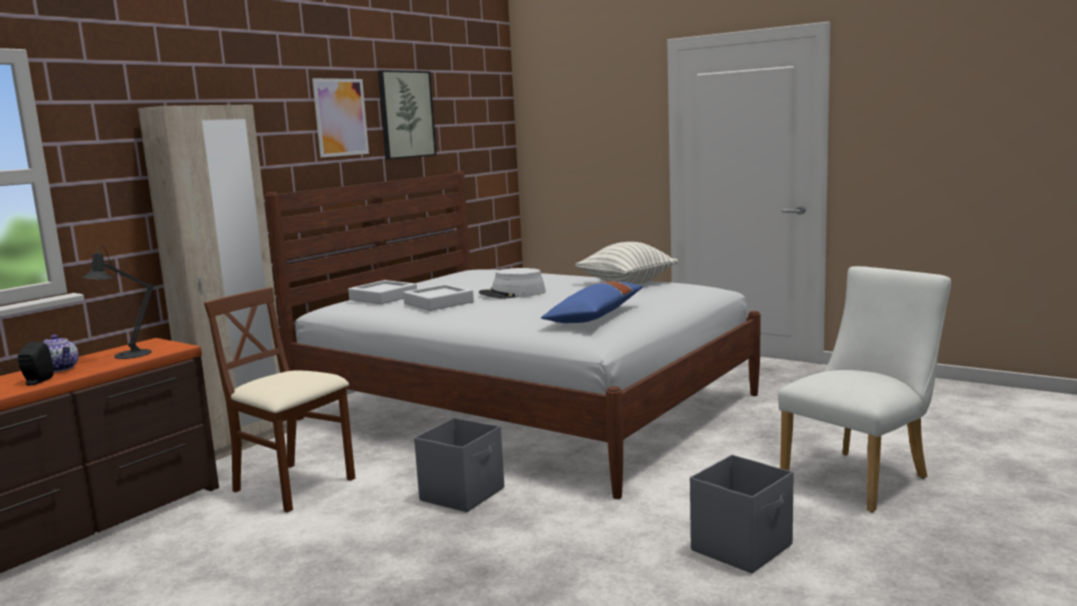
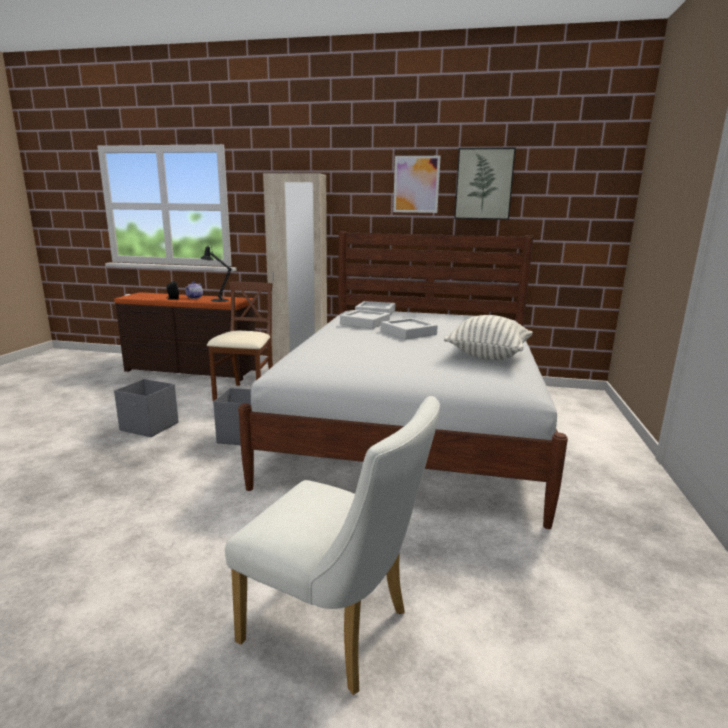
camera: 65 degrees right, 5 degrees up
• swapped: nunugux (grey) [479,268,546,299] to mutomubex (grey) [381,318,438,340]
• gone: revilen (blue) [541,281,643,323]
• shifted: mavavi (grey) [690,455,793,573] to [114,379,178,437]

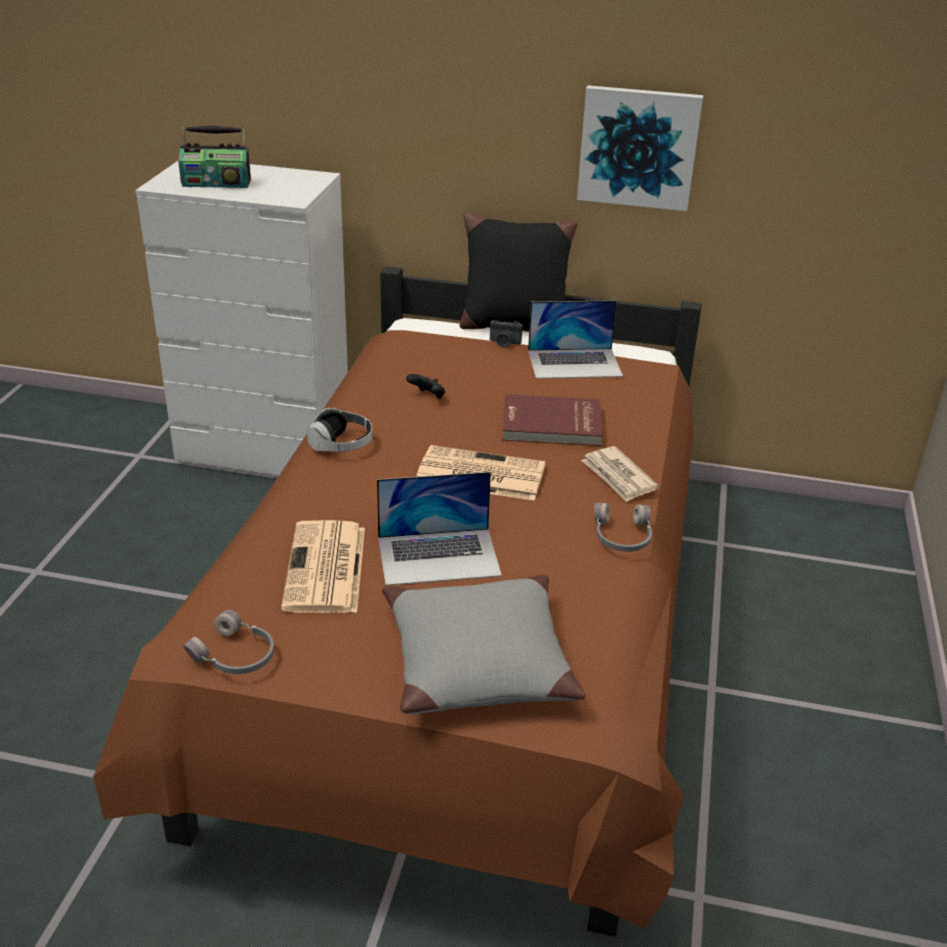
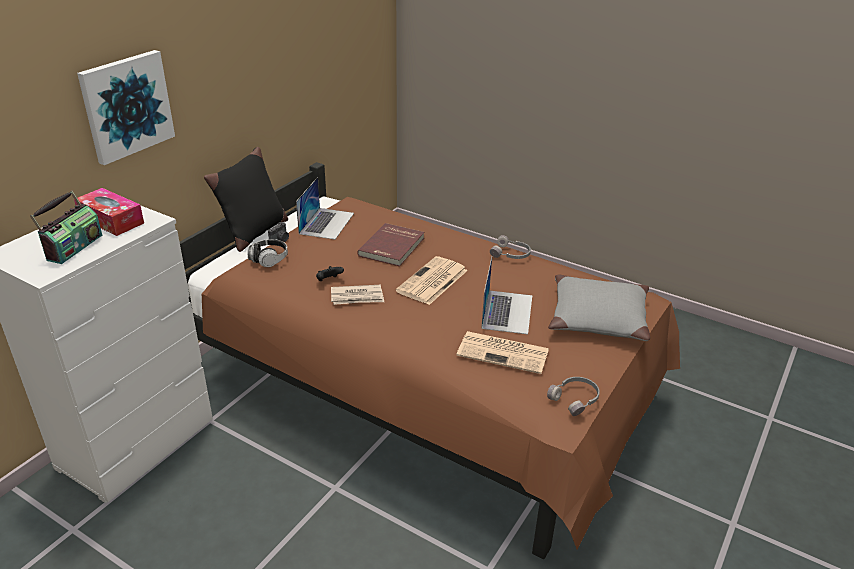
camera: 70 degrees left, 0 degrees up
• shifted: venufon [577,85,703,211] to [77,50,175,165]
• shifted: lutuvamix [306,408,372,452] to [248,239,288,267]
• shifted: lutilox [581,446,659,502] to [331,285,384,305]
• new: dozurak [74,188,144,236]

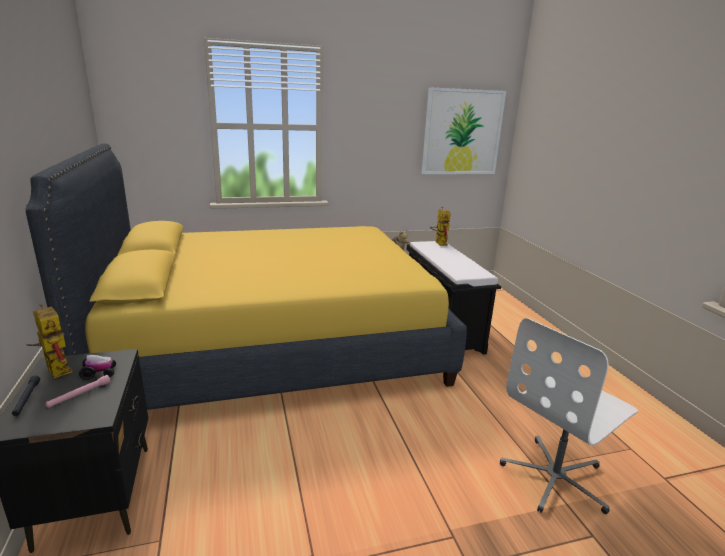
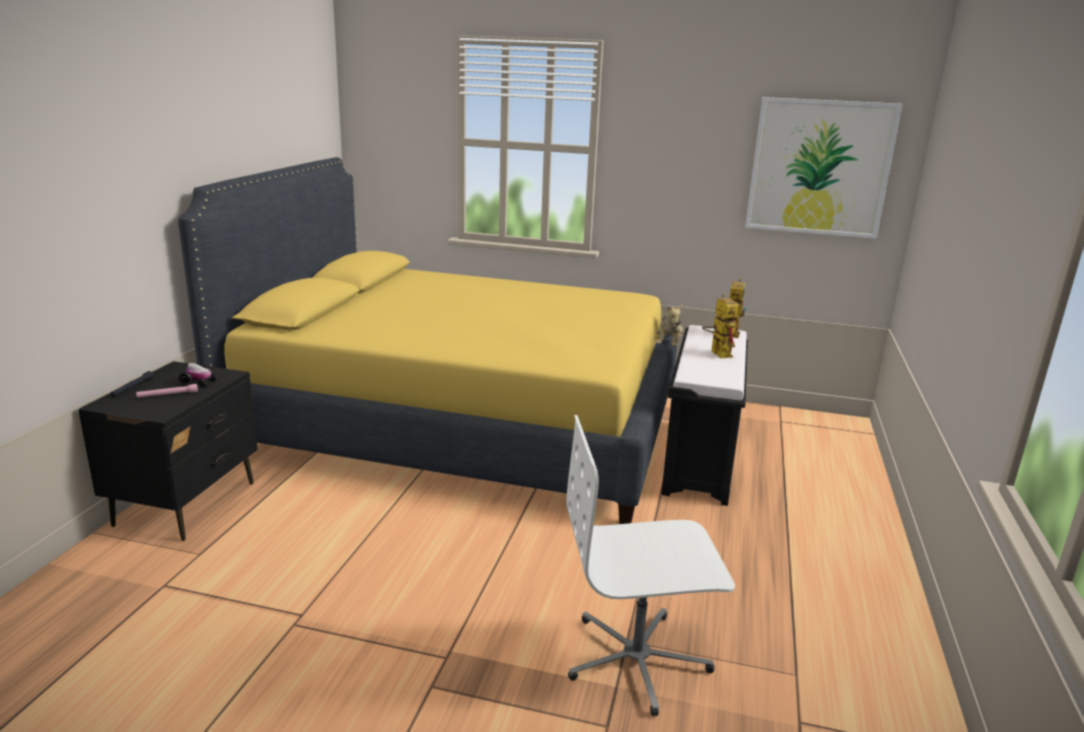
camera: 30 degrees right, 0 degrees up
• shifted: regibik [26,304,73,378] to [702,294,739,358]

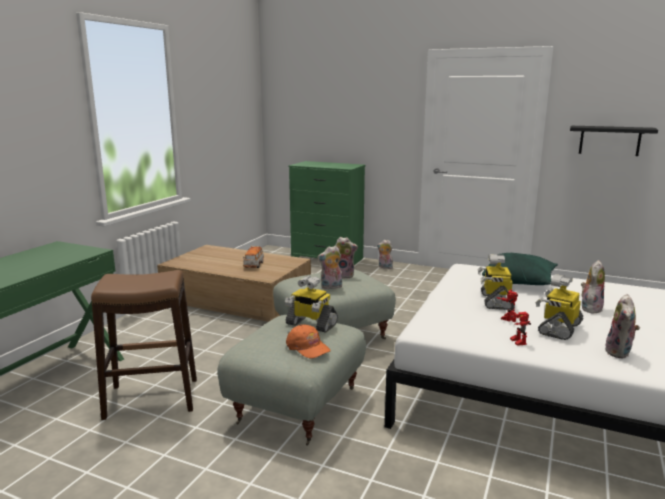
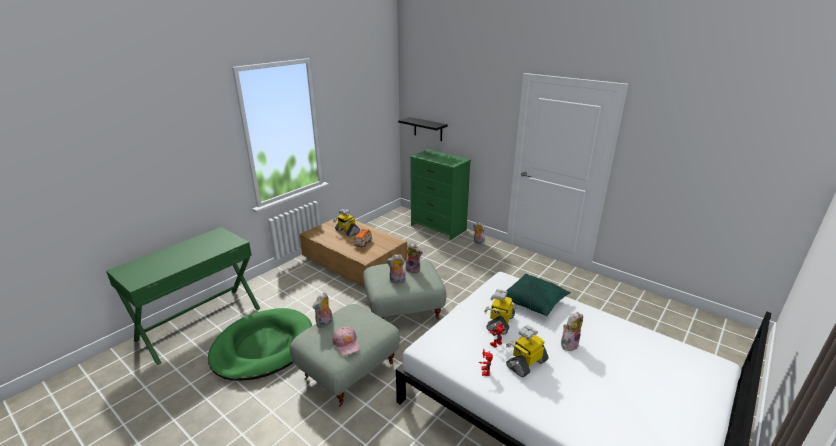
camera: 15 degrees right, 10 degrees up
• shifted: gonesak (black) [570,126,658,156] to [398,117,448,141]
• swapped: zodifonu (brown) [91,270,197,420] to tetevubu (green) [208,308,312,381]
• shifted: regibik [285,276,338,333] to [333,209,360,237]
• shifted: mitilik [605,294,640,359] to [313,292,333,328]
• repainted: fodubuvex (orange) [286,324,331,358] to fodubuvex (pink) [332,327,360,355]

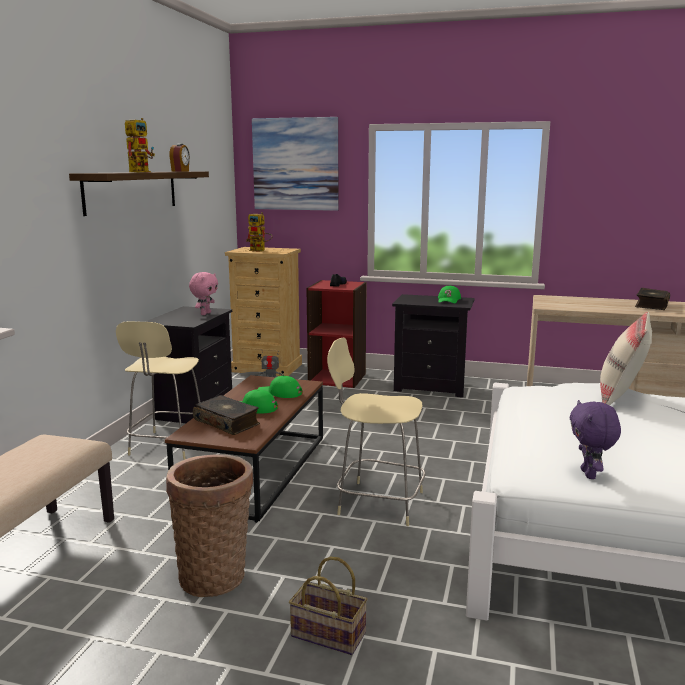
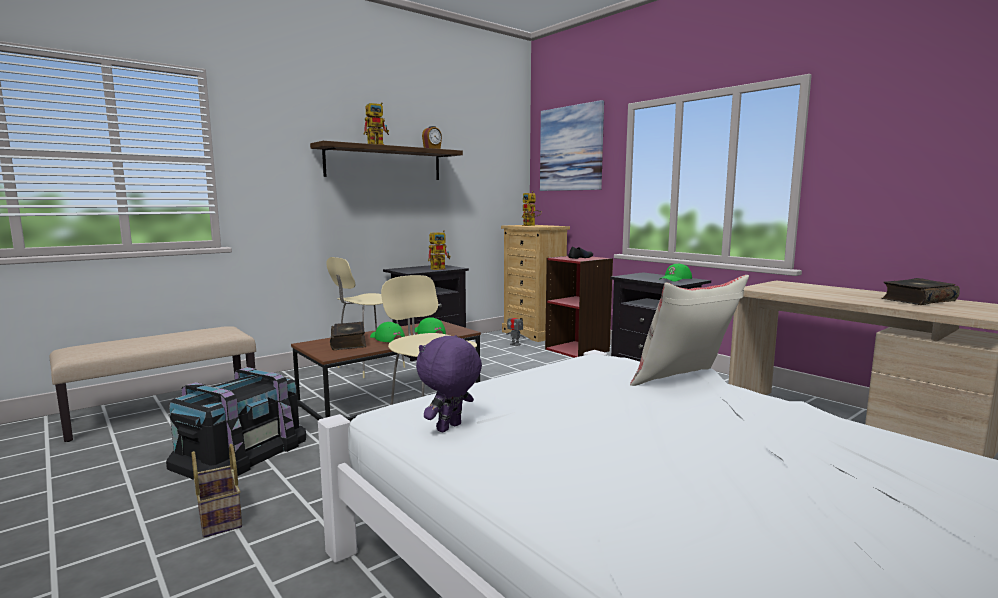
camera: 35 degrees right, 5 degrees down
• swapped: mitilik (pink) [189,272,218,315] to regibik [428,230,450,270]
• swapped: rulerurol [166,454,253,597] to mavavi (black) [166,367,306,480]

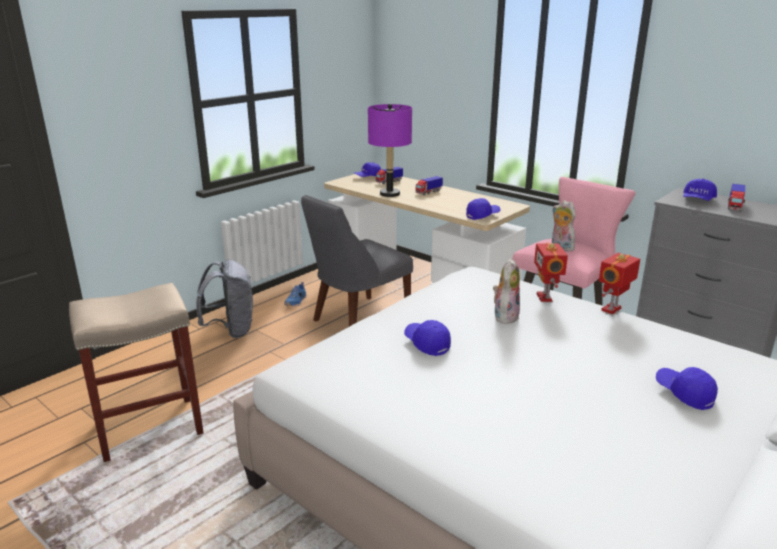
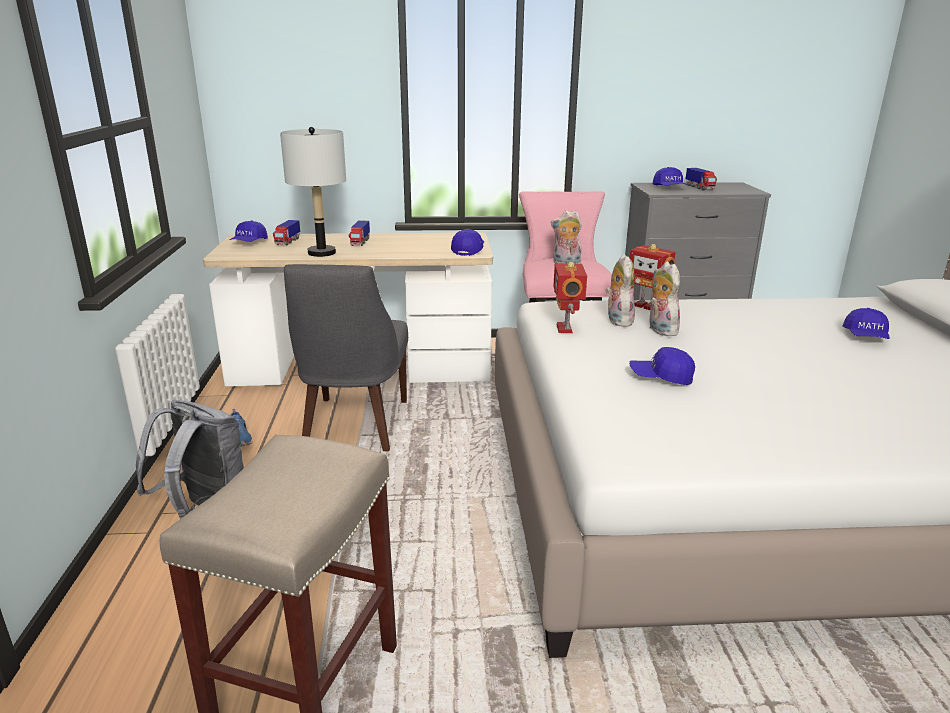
camera: 45 degrees left, 0 degrees up
• repainted: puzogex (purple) [368,104,412,197] to puzogex (grey) [280,127,346,257]
• shifted: regibik [599,253,640,314] to [553,262,587,333]
• rotated: fodubuvex (blue) [656,367,718,410] = [843,308,890,339] 90 degrees counterclockwise
• new: mitilik [606,254,635,327]

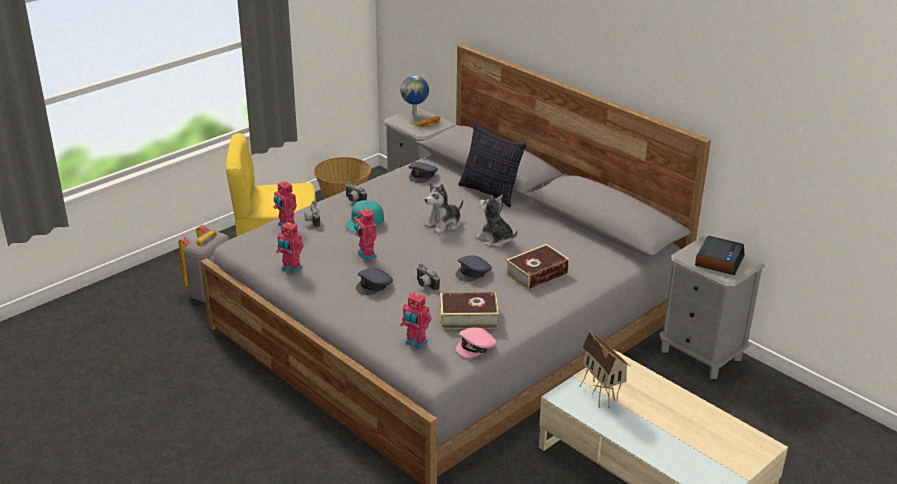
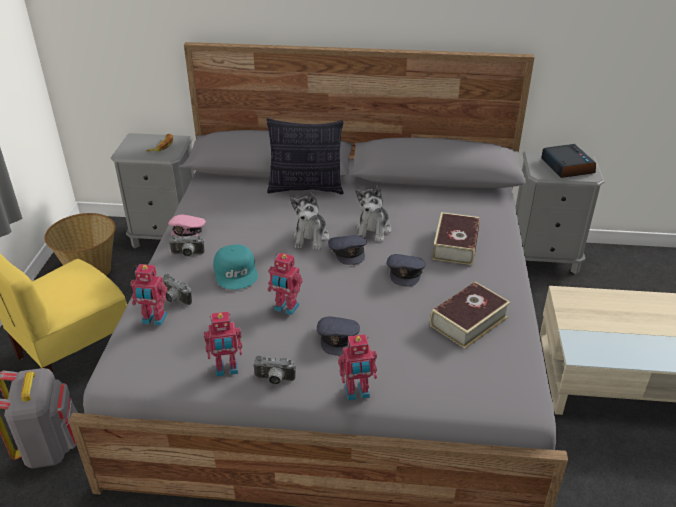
camera: 40 degrees left, 5 degrees up
• gone: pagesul [400,76,429,117]
• shifted: fodubuvex (grey) [409,162,438,183] to [328,235,367,265]
• rotated: mitilik [475,194,518,247] = [355,185,391,242] 75 degrees counterclockwise
• shifted: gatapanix [416,264,440,291] to [253,356,296,385]
• shifted: regibik [401,293,432,349] to [338,334,377,401]
• shifted: fodubuvex (pink) [456,327,496,358] to [168,215,206,237]
• gone: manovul [580,330,630,408]

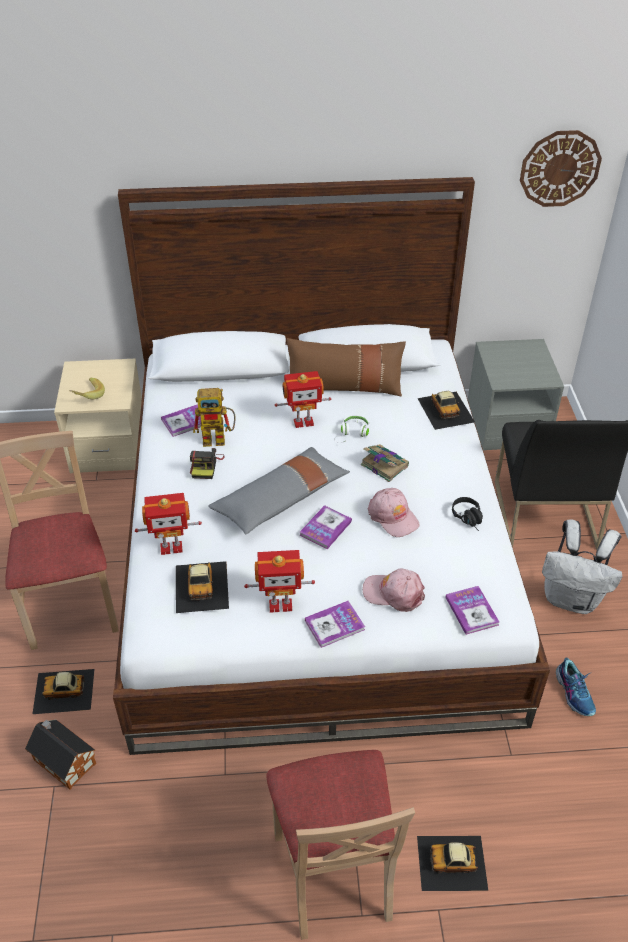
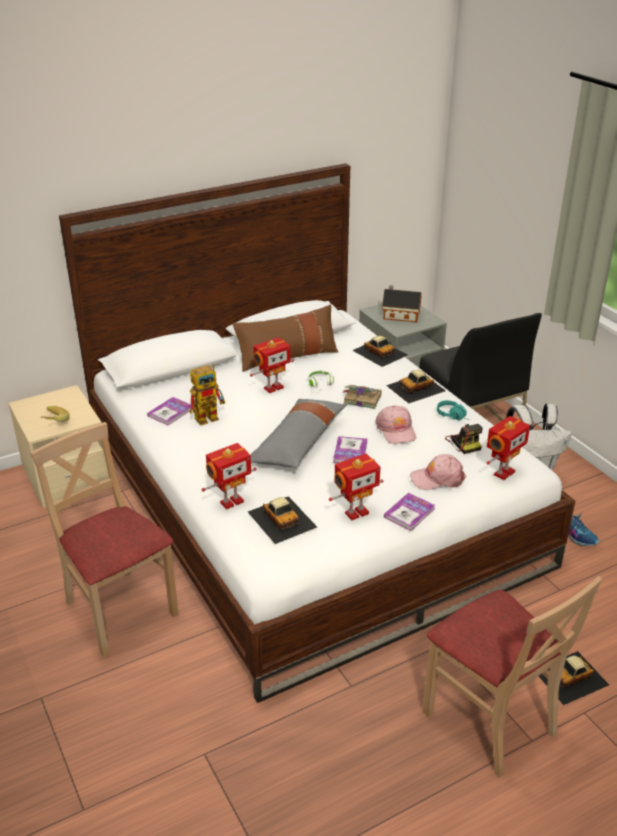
camera: 25 degrees left, 10 degrees down
• gone: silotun [520,130,602,207]
• shifted: gatapanix [190,448,225,479] to [445,424,483,454]
• rotated: fodubuvex (pink) [368,488,419,537] = [376,405,416,444] 45 degrees clockwise
• repainted: lutuvamix (black) [452,497,483,531] to lutuvamix (turquoise) [437,400,469,420]
• swapped: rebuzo [445,586,499,635] to regibik [487,416,530,480]
• shifted: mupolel [32,669,95,714] to [386,370,446,403]
• shifted: manovul [25,720,96,790] to [382,285,422,322]

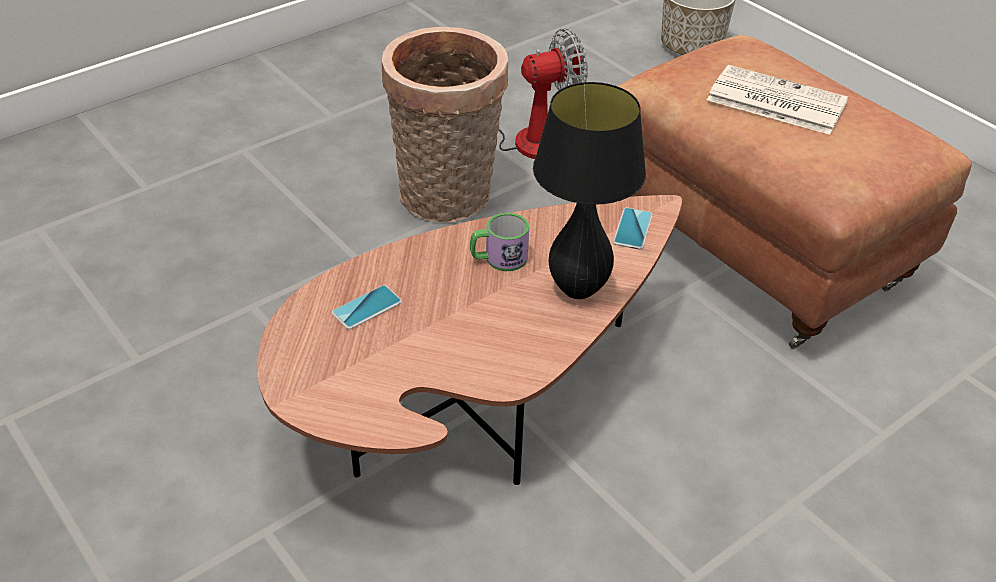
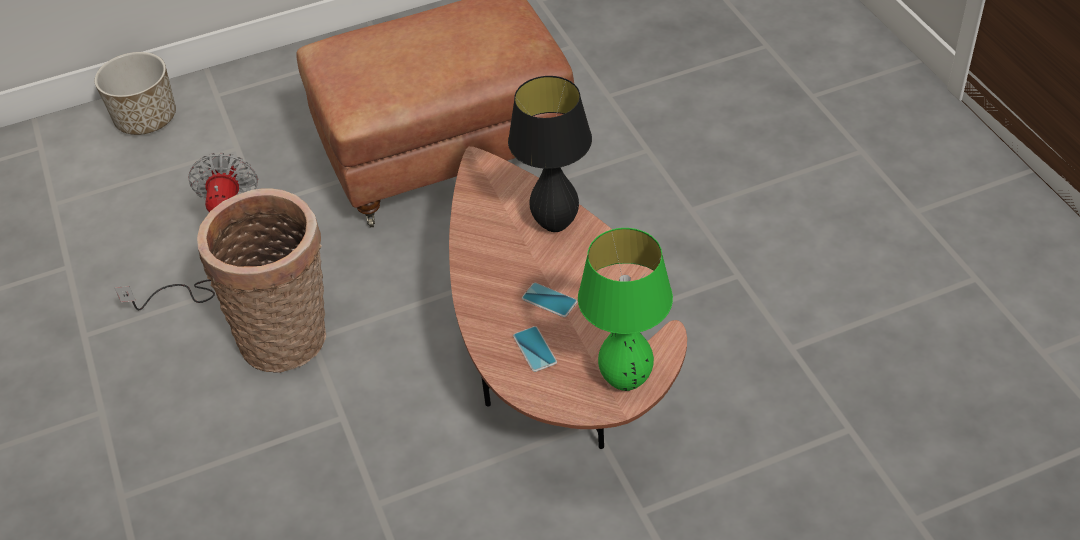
camera: 70 degrees left, 5 degrees up
• gone: lutilox [707,65,848,135]
• shifted: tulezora [613,208,653,249] to [522,283,577,317]
• gone: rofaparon [470,213,529,271]
• new: puzogex (green) [578,228,673,391]

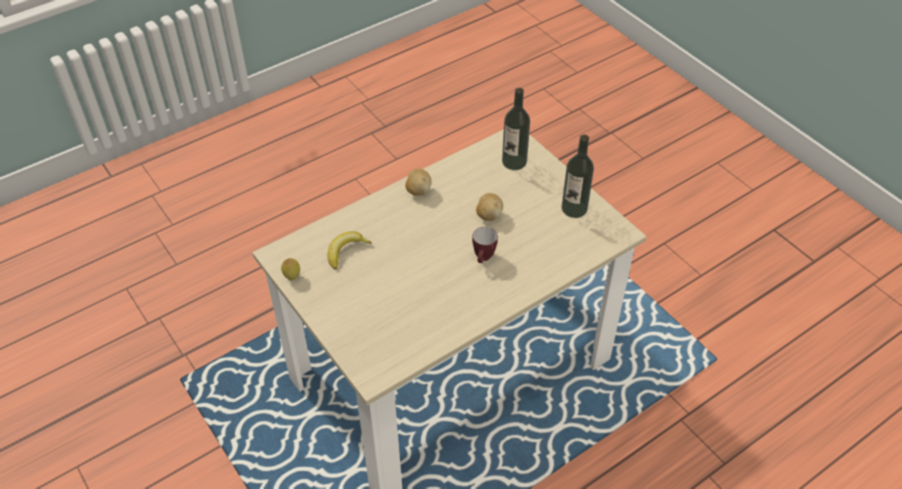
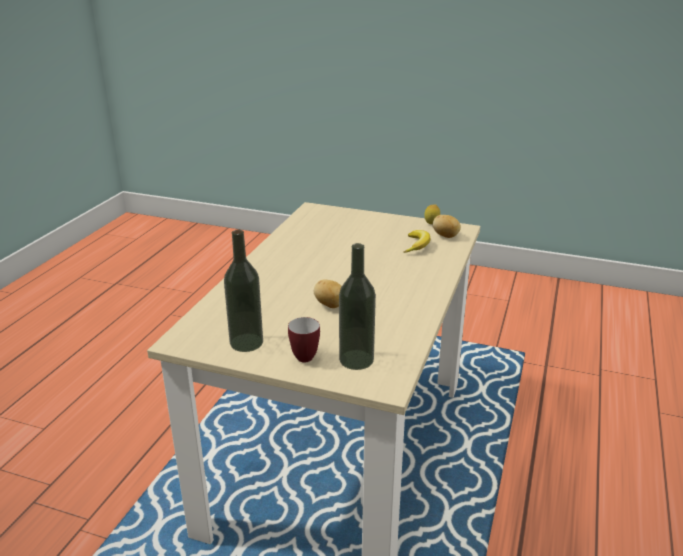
camera: 145 degrees right, 20 degrees down
• shifted: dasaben [405,169,432,196] to [433,215,461,238]
• shifted: rofaparon [472,227,498,263] to [288,317,320,362]

